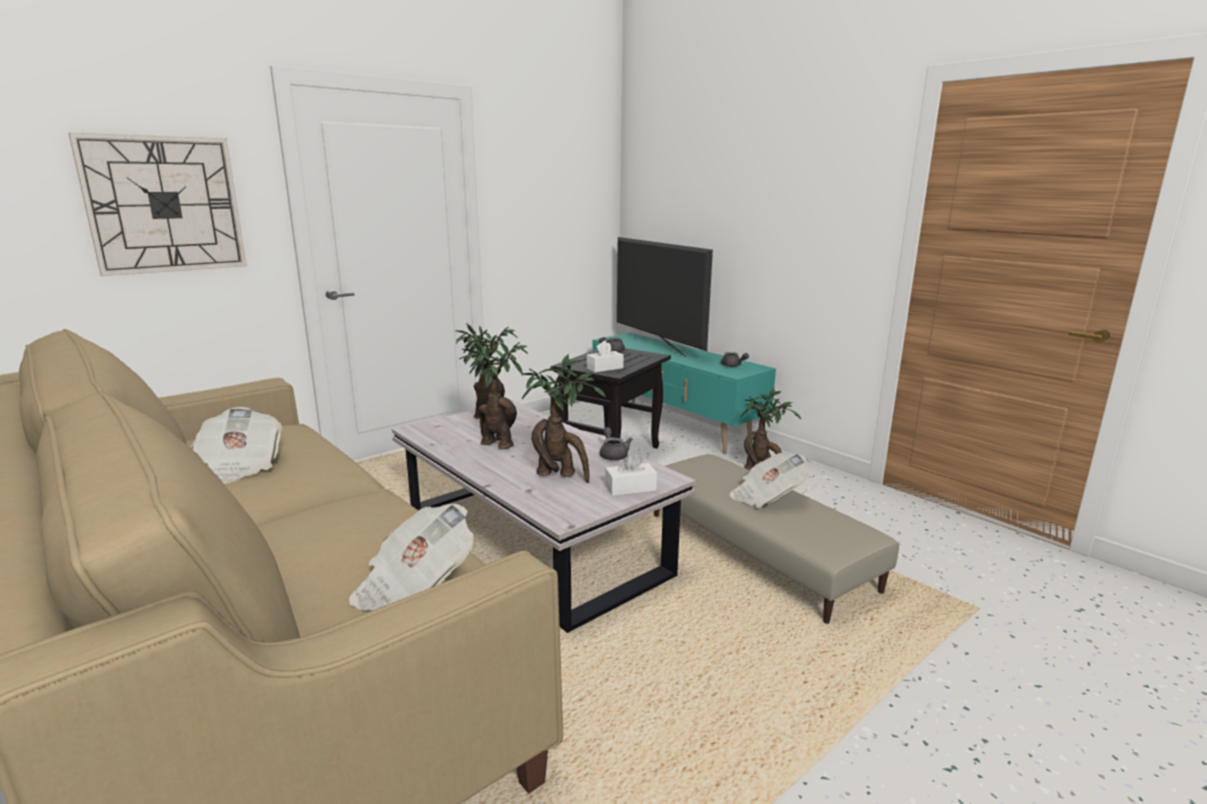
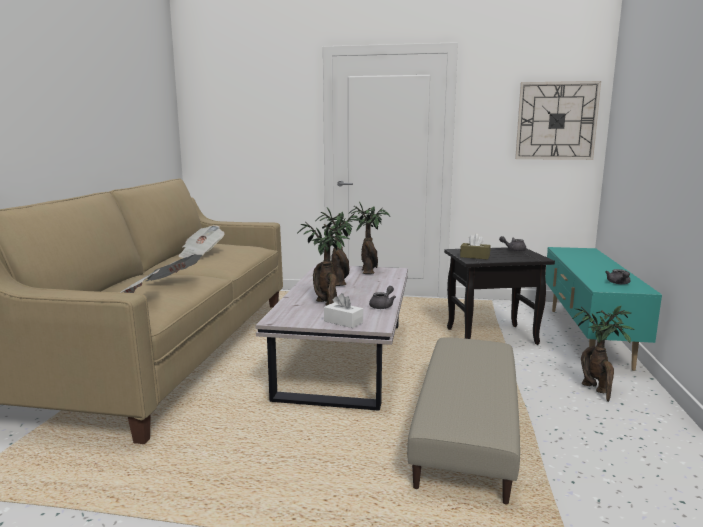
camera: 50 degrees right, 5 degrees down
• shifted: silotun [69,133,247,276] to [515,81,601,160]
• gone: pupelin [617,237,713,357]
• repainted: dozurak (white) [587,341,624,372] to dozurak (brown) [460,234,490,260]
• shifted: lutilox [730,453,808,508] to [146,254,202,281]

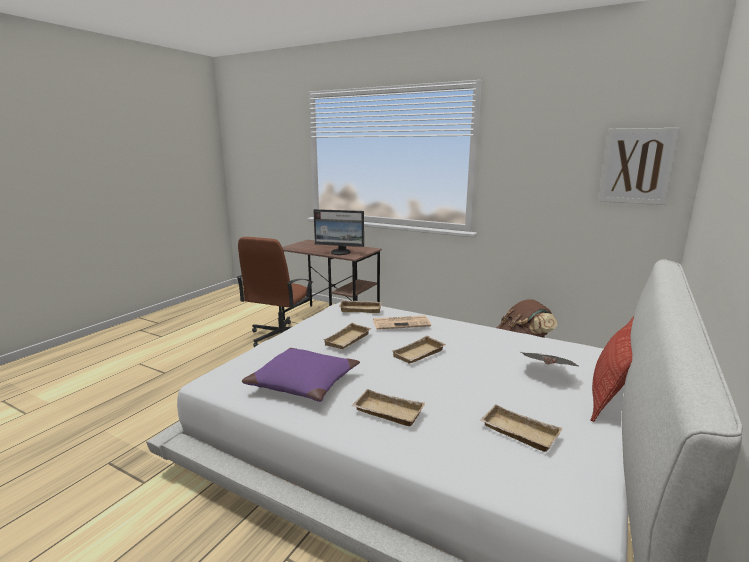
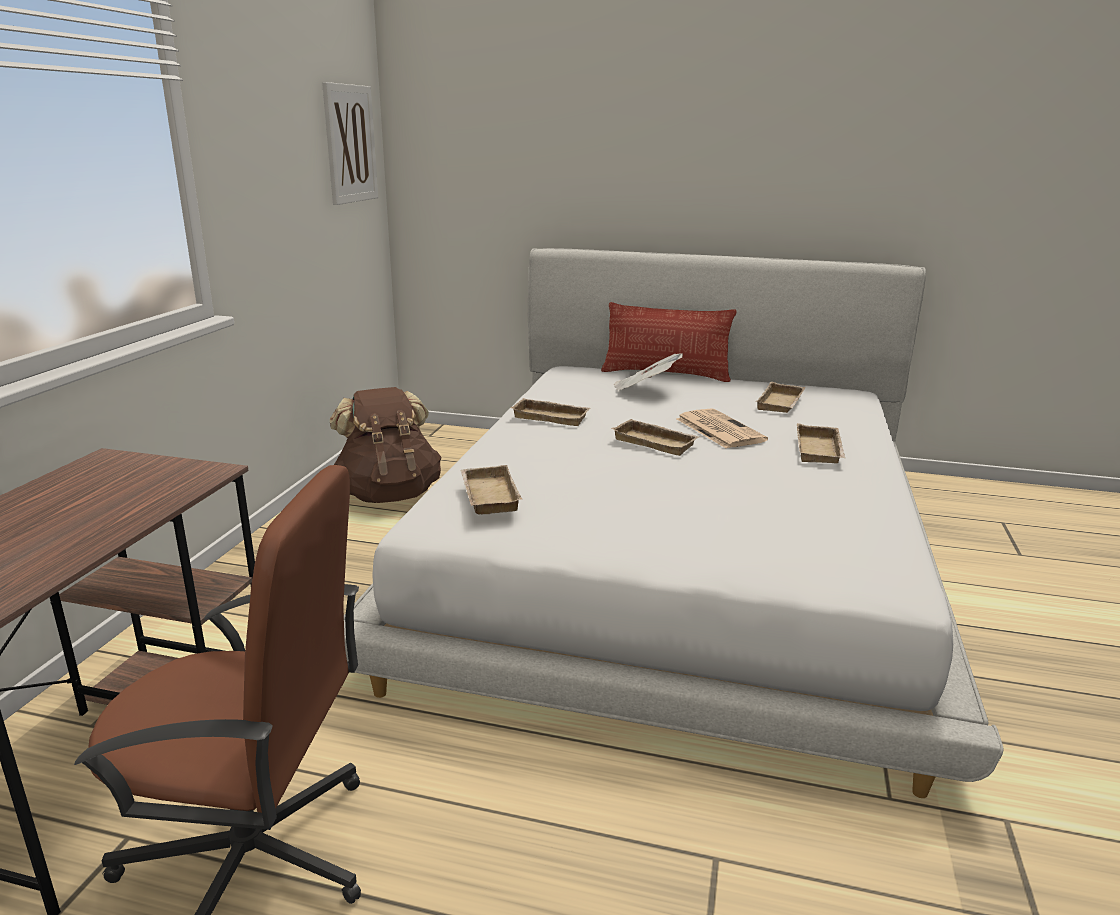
camera: 105 degrees left, 5 degrees up
• gone: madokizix [313,209,364,255]
• shifted: lutilox [373,315,431,330] to [676,408,768,448]
• shifted: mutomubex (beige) [323,323,372,349] to [510,398,590,426]
• gone: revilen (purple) [242,348,360,402]

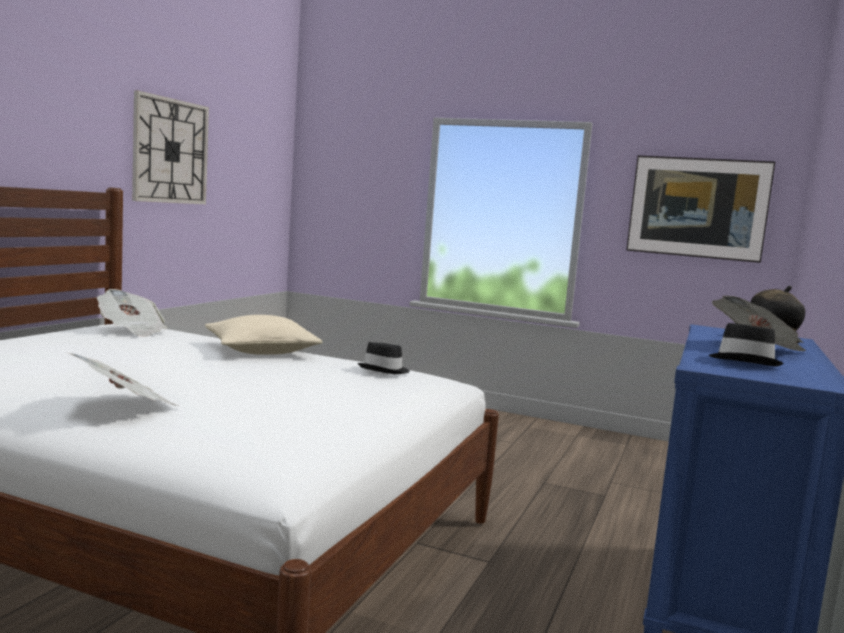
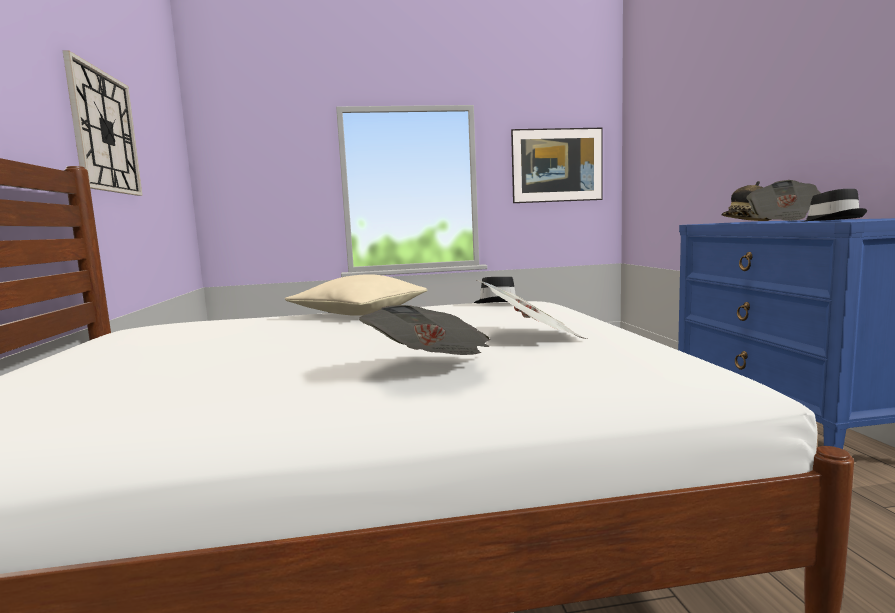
camera: 30 degrees left, 0 degrees up
• shifted: lutilox [97,289,167,337] to [476,280,587,339]

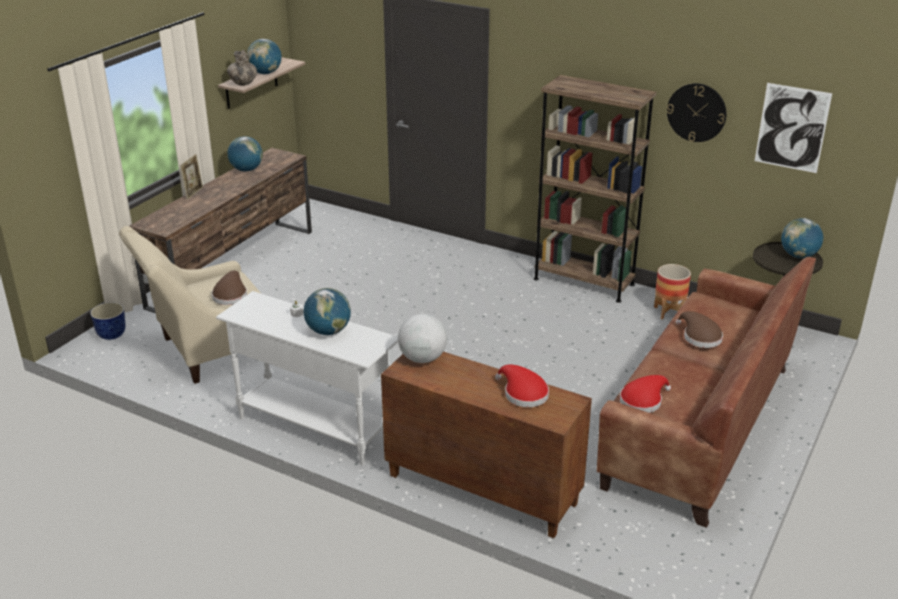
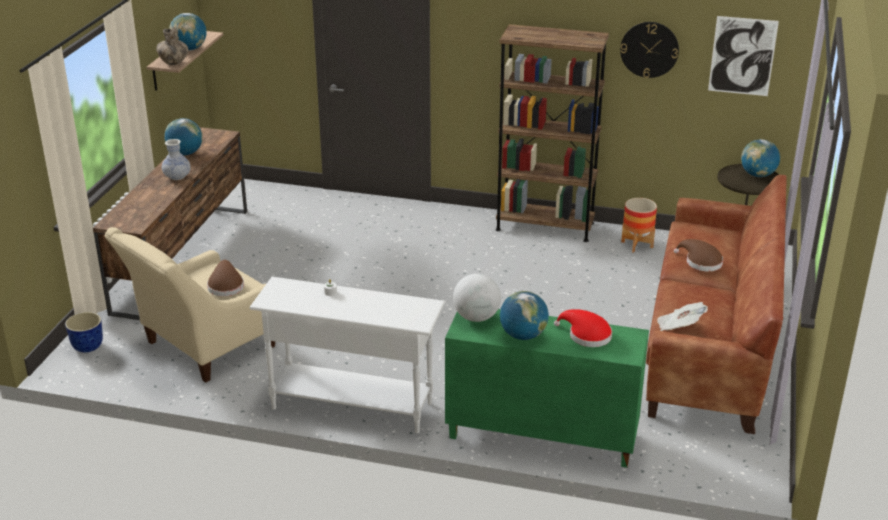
camera: 15 degrees left, 0 degrees up
• gone: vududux [180,154,203,199]
• shifted: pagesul [304,288,351,335] to [500,291,549,340]
• repainted: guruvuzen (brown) [381,352,592,538] to guruvuzen (green) [445,309,649,468]
• swapped: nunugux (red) [620,375,671,413] to lutilox [657,302,708,331]
• new: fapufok [162,139,191,180]

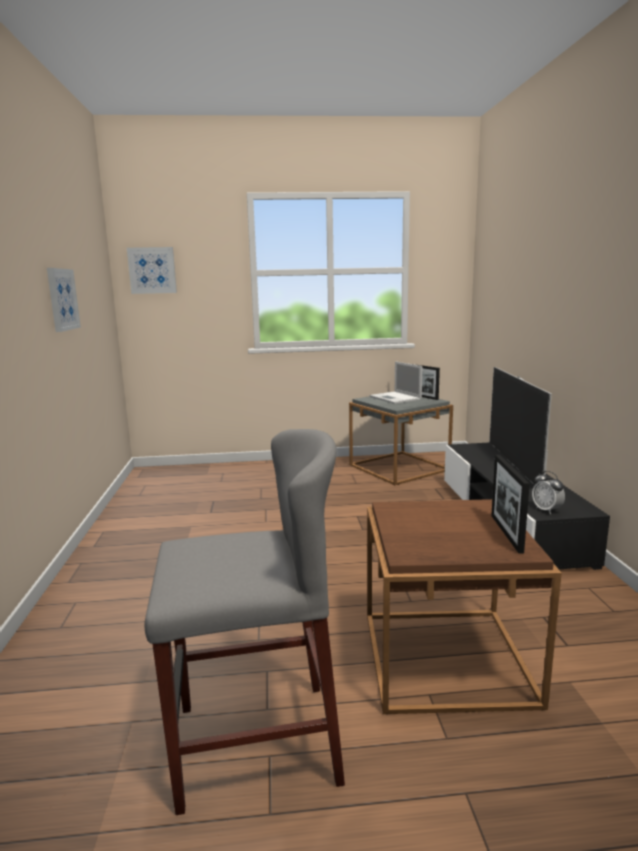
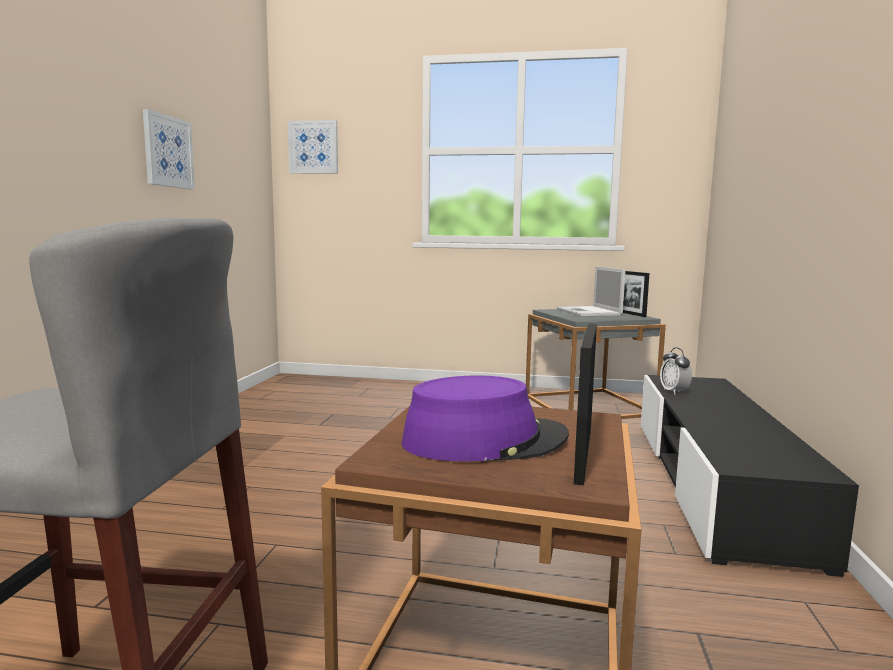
camera: 15 degrees right, 5 degrees down
• gone: pupelin [489,367,552,485]
• shifted: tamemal [532,471,565,514] to [660,347,692,395]
• new: nunugux (purple) [402,376,569,461]

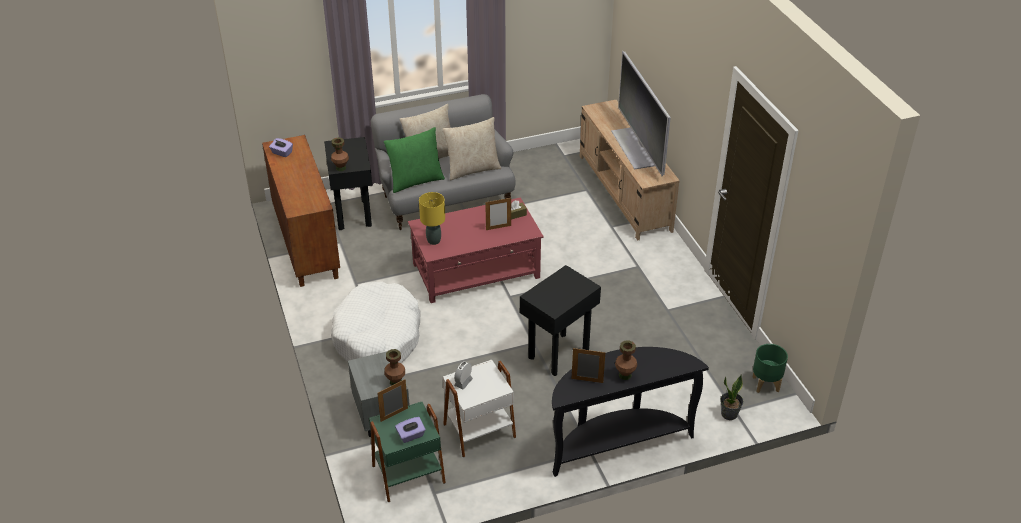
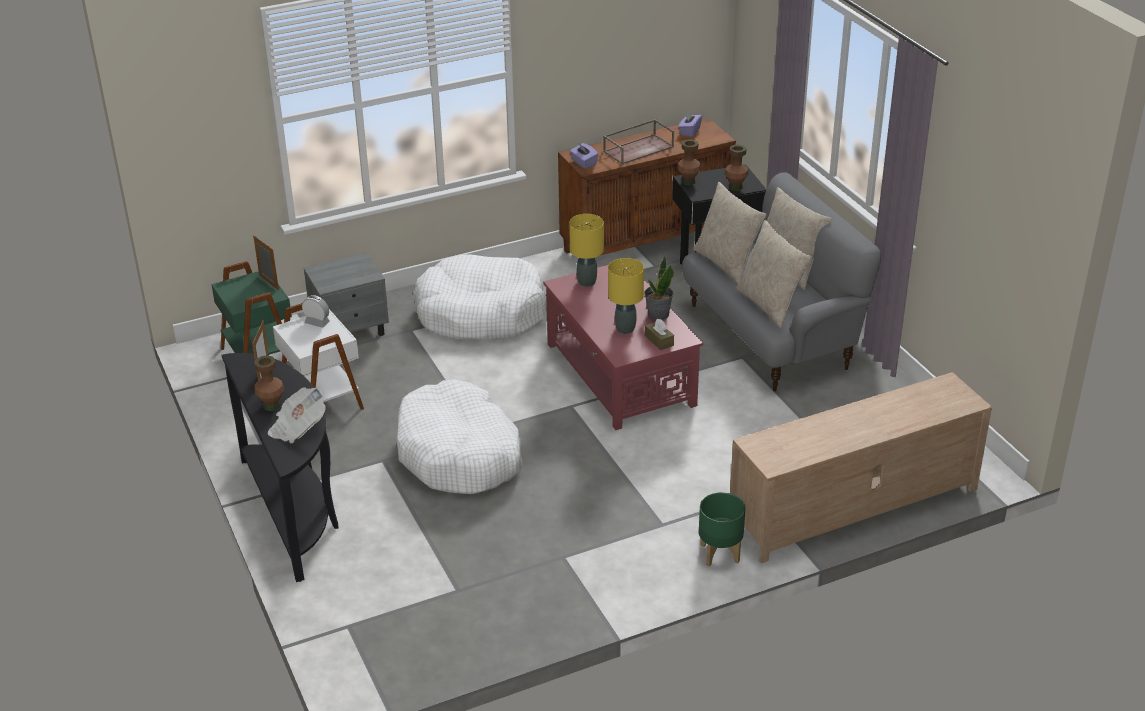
camera: 85 degrees right, 5 degrees down
• gone: pupelin [611,51,671,176]
• repainted: revilen (green) [384,127,445,193] to revilen (beige) [693,182,766,284]
• swapped: vududux [485,198,511,230] to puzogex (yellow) [608,258,644,334]
• swapped: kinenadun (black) [520,265,601,376] to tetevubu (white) [397,380,523,494]
• shifted: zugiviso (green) [752,344,788,393] to [699,492,745,566]
• shifted: fapufok (brown) [385,349,405,386] to [725,145,748,191]
• shifted: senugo [721,374,744,420] to [644,257,674,320]
• shifted: dozurak (purple) [395,417,426,443] to [570,142,598,169]
• new: mutomubex (brown) [603,119,674,164]
• new: lutilox [268,387,326,443]

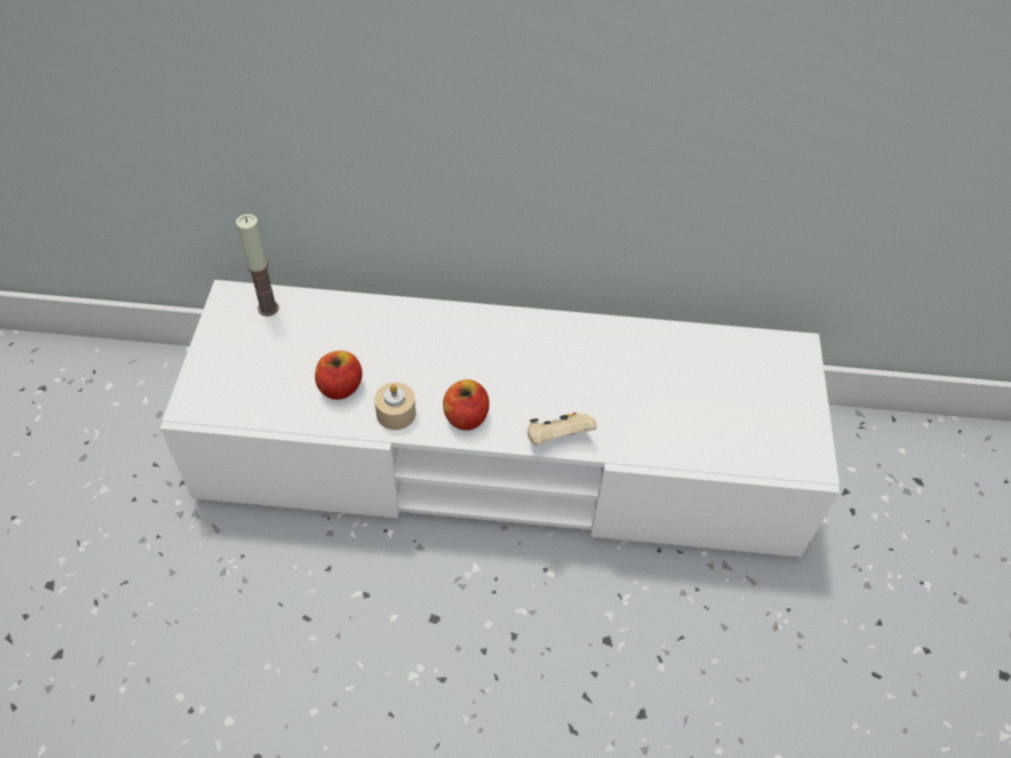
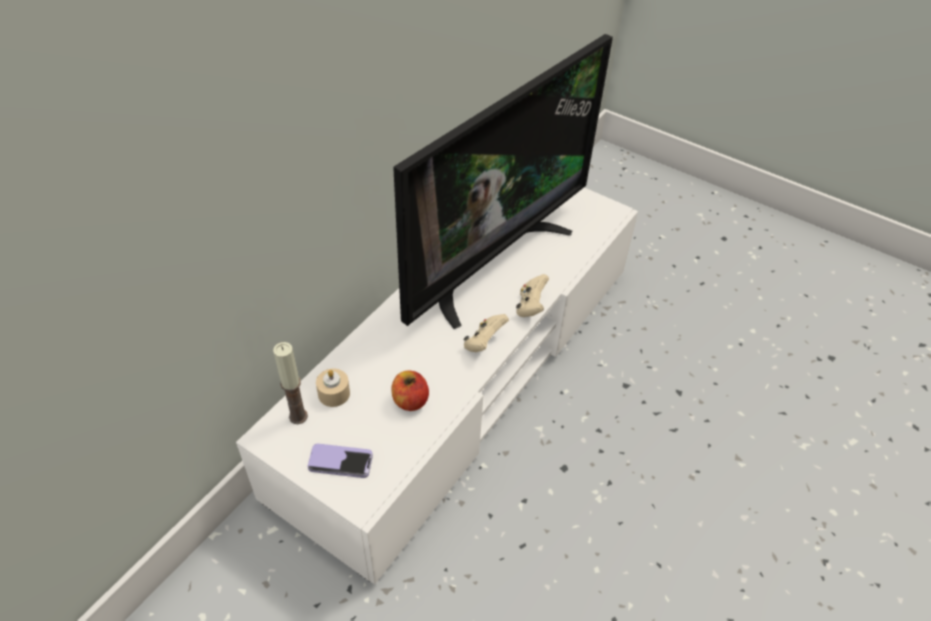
camera: 60 degrees left, 5 degrees down
• swapped: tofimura [443,379,489,430] to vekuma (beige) [464,314,509,352]
• shifted: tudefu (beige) [374,382,416,430] to [316,369,350,407]
• new: pupelin [393,34,613,329]
• new: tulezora [308,444,373,478]

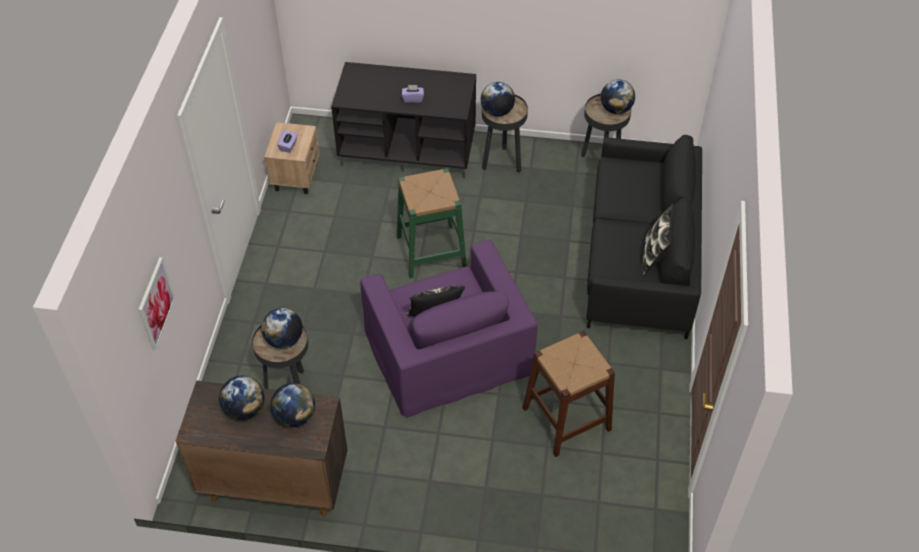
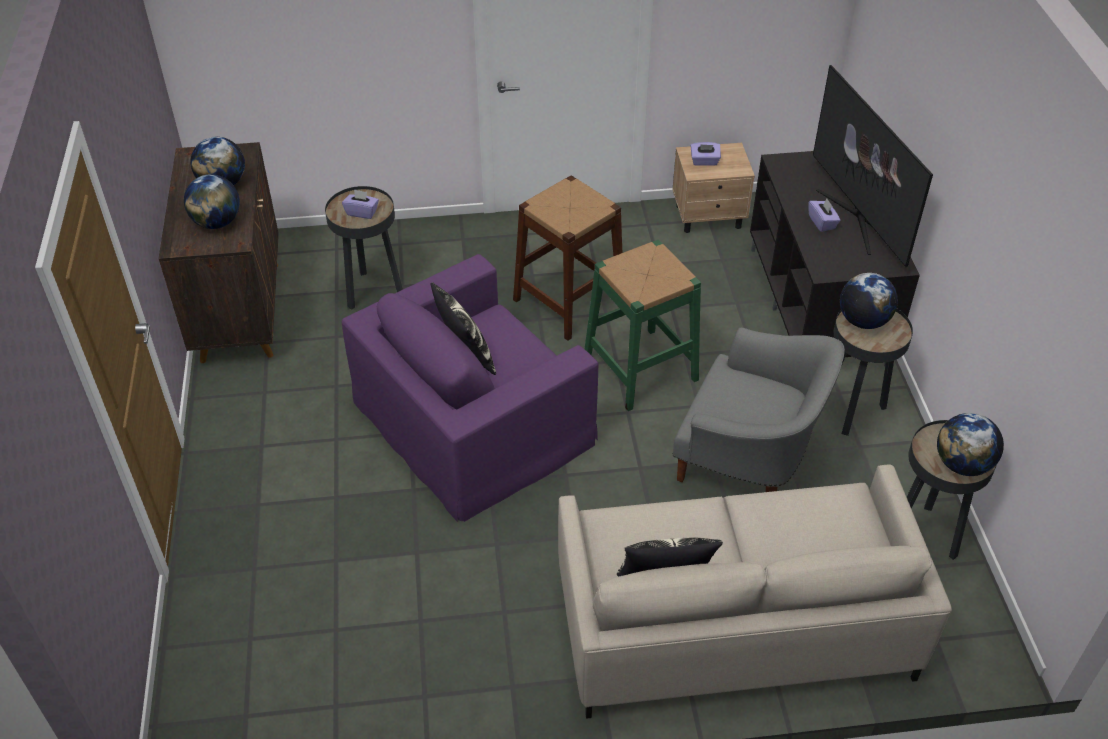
camera: 75 degrees right, 5 degrees down
• repainted: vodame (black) [586,135,702,339] to vodame (beige) [558,464,952,719]
• gone: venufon [138,257,175,350]
• swapped: pagesul [261,308,303,349] to dozurak (purple) [342,189,379,219]
• shifted: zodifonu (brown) [523,331,615,457] to [513,175,622,341]
• new: pupelin [813,65,933,267]
• new: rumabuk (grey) [673,328,845,492]

